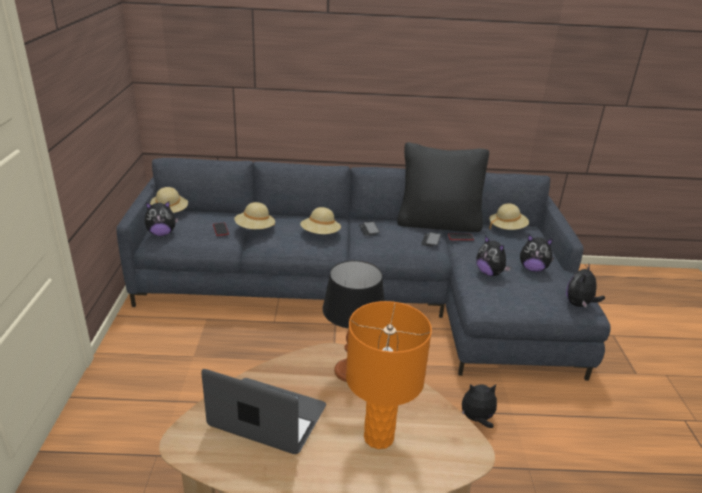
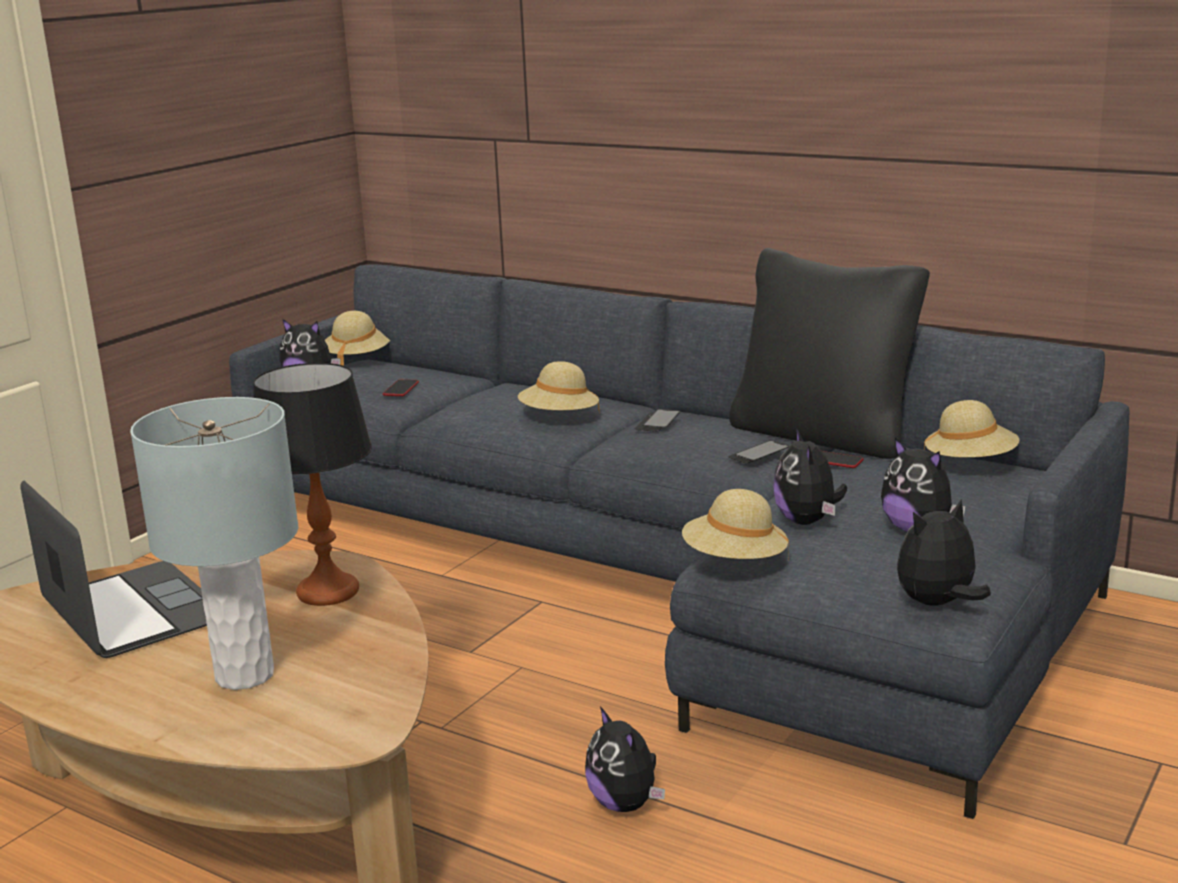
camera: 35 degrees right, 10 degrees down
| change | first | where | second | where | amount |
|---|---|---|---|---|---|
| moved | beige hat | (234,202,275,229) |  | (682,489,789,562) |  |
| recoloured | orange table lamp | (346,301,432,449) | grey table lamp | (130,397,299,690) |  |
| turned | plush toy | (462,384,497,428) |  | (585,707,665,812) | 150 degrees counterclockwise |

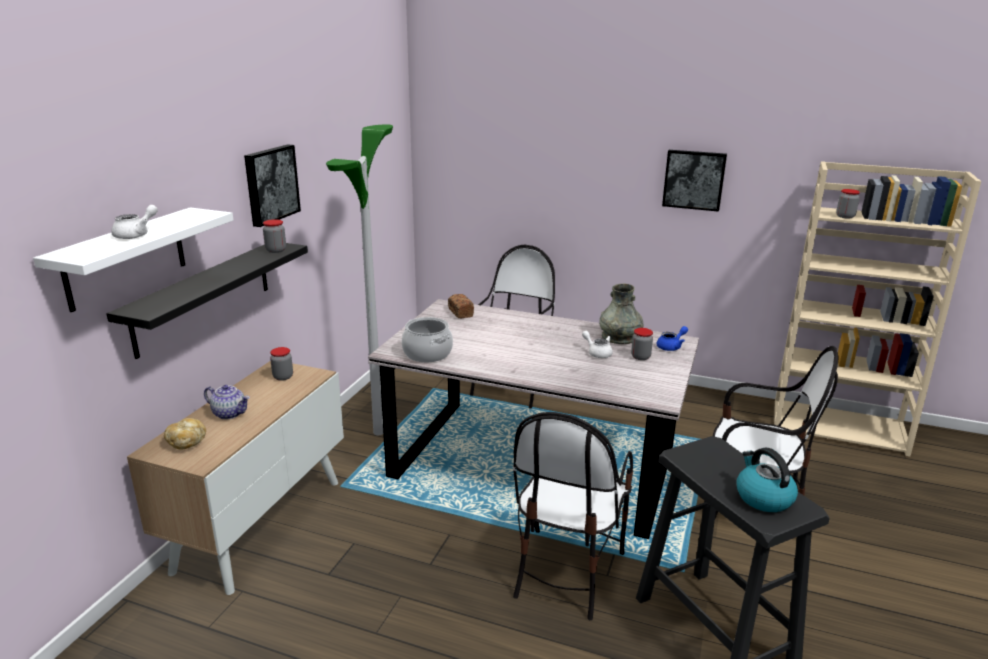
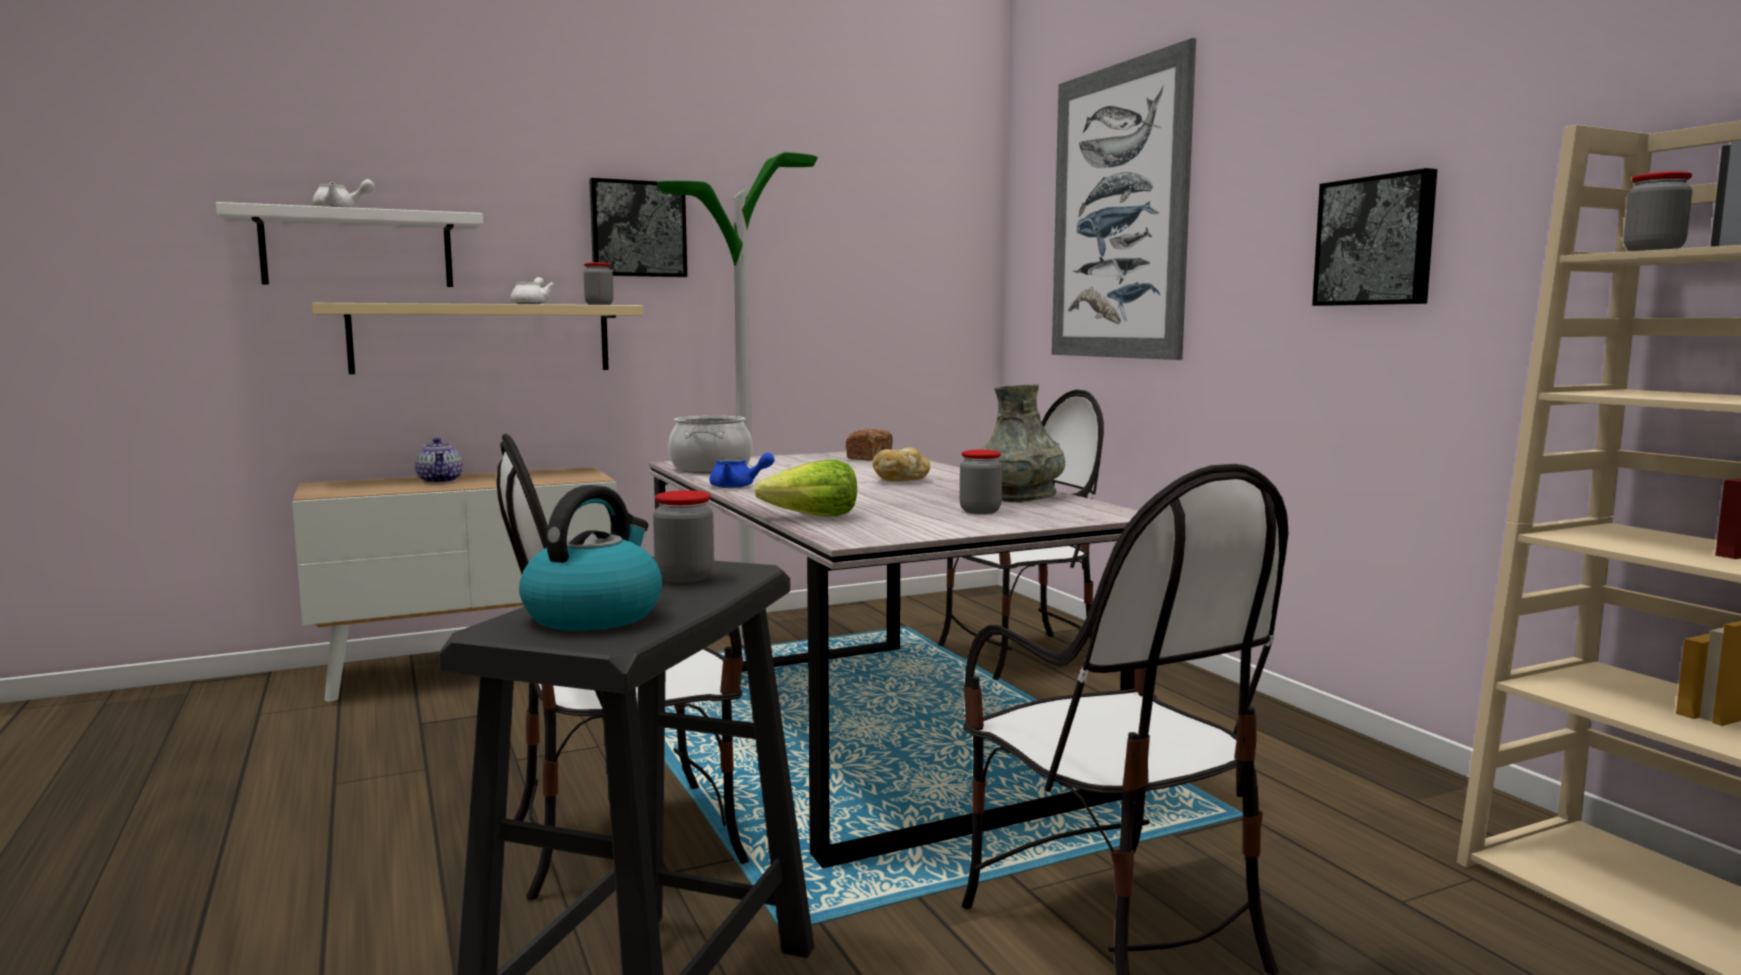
camera: 45 degrees right, 15 degrees down
| change | first | where | second | where | amount |
|---|---|---|---|---|---|
| added |  |  | lettuce | (754,460,857,517) |  |
| added |  |  | picture | (1052,38,1196,360) |  |
| moved | bread | (164,418,206,450) |  | (873,447,930,482) |  |
| moved | jar | (270,347,293,381) |  | (653,490,714,583) |  |
| moved | white teapot | (582,331,613,358) |  | (510,277,555,304) |  |
| moved | blue teapot | (657,326,688,351) |  | (710,453,775,488) |  |
| recoloured | black shelf | (106,243,308,359) | beige shelf | (312,303,643,374) |  |

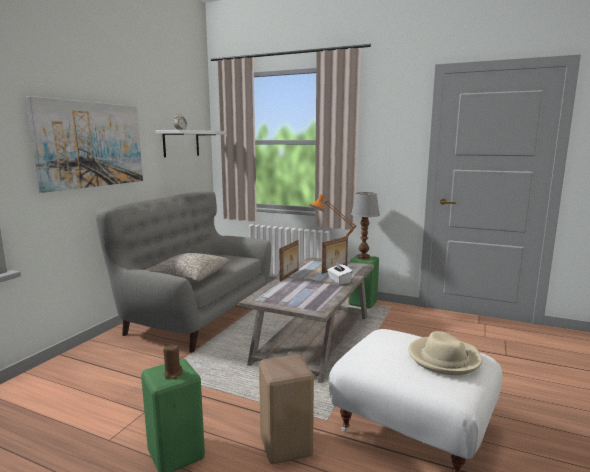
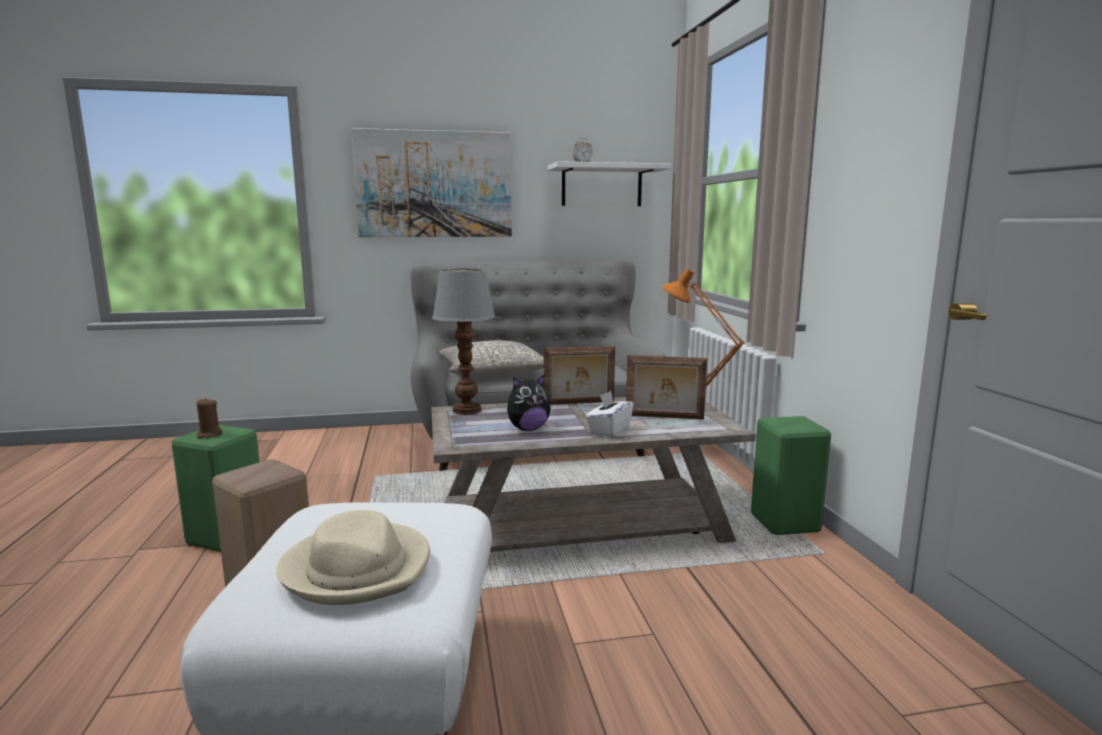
camera: 55 degrees right, 0 degrees up
| change | first | where | second | where | amount |
|---|---|---|---|---|---|
| added |  |  | plush toy | (507,374,551,431) |  |
| moved | table lamp | (351,192,380,260) |  | (432,268,496,415) |  |

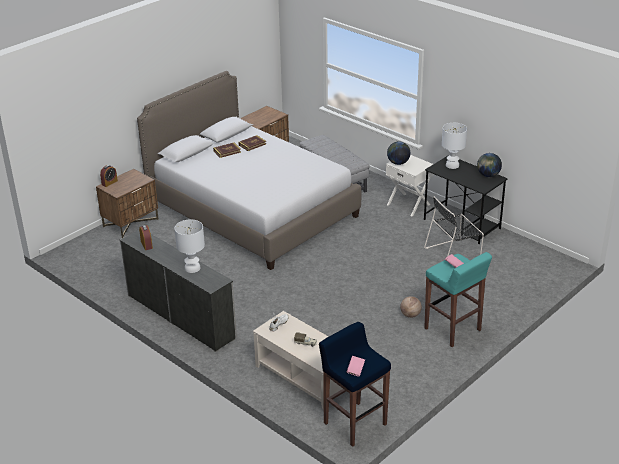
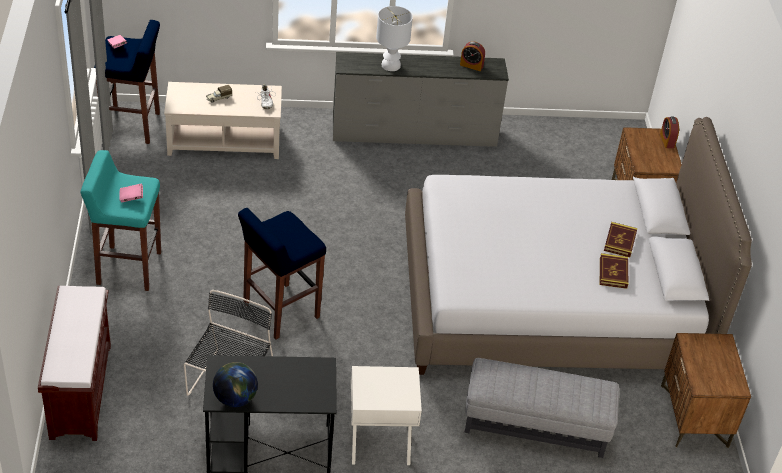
camera: 130 degrees right, 10 degrees up
| change | first | where | second | where | amount |
|---|---|---|---|---|---|
| removed | globe | (387,141,410,165) |  |  |  |
| removed | basketball | (400,296,422,318) |  |  |  |
| removed | white table lamp | (442,123,467,169) |  |  |  |
| added |  |  | brown bench | (38,286,111,441) |  |
| added |  |  | blue stool | (238,208,326,340) |  |

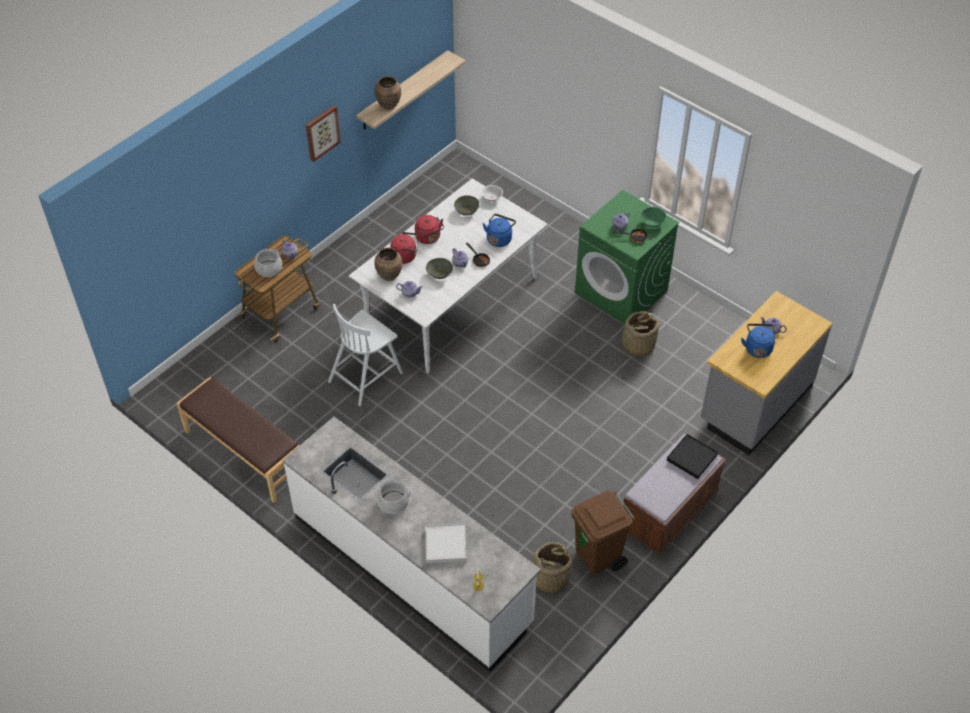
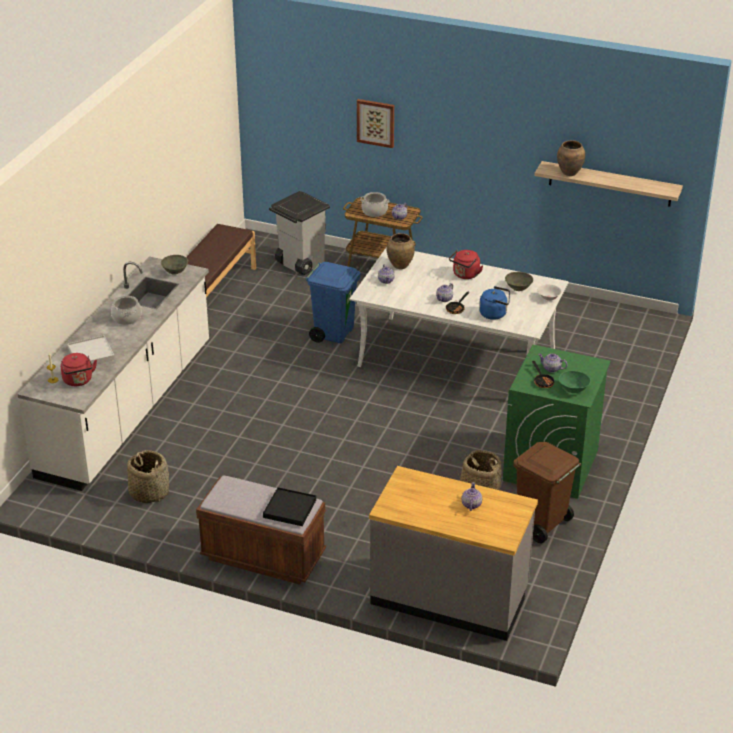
camera: 70 degrees right, 15 degrees down
| change | first | where | second | where | amount |
|---|---|---|---|---|---|
| removed | blue kettle | (741,324,775,358) |  |  |  |
| added |  |  | grey trash can | (269,191,330,275) |  |
| moved | picture | (306,105,341,162) |  | (357,99,394,148) |  |
| moved | red kettle | (390,232,418,264) |  | (61,353,97,386) |  |
| moved | grey bowl | (426,258,453,279) |  | (161,255,188,275) |  |
| moved | brown trash can | (571,491,635,575) |  | (514,442,581,543) |  |
| replaced | white chair | (328,304,403,406) | blue trash can | (305,262,361,343) |  |

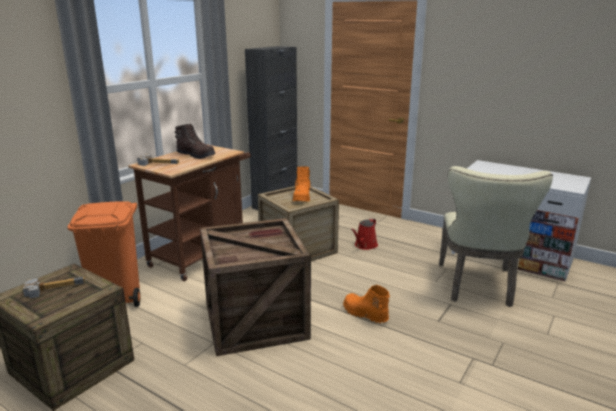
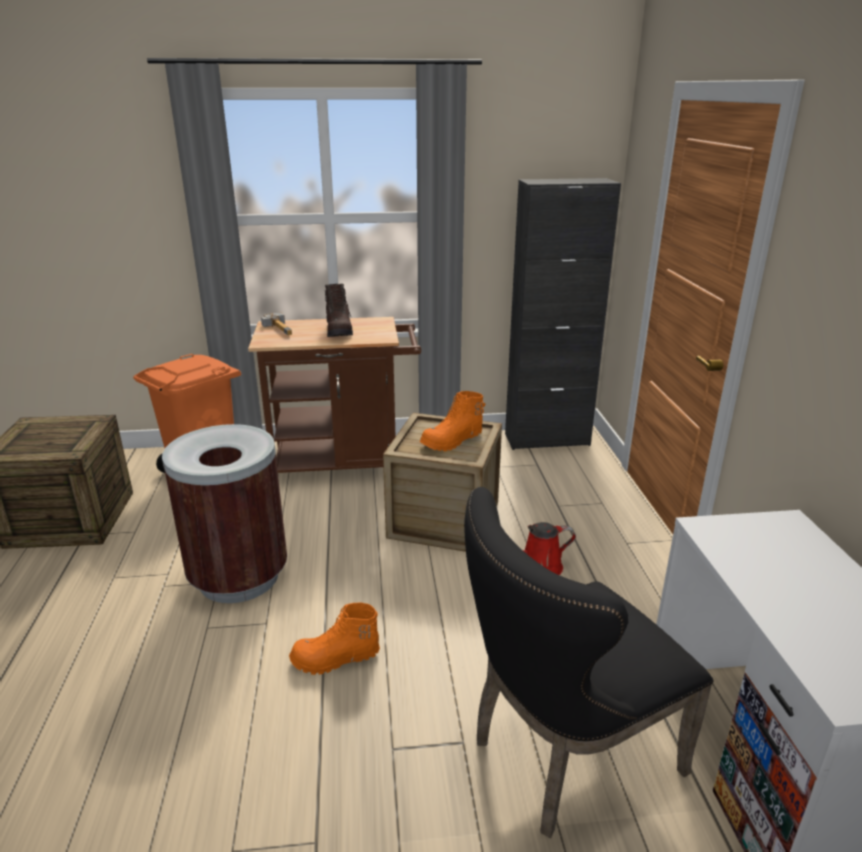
camera: 50 degrees right, 5 degrees up
| change | first | where | second | where | amount |
|---|---|---|---|---|---|
| removed | hammer | (23,277,85,298) |  |  |  |
| replaced | crate | (200,218,311,356) | brown trash can | (162,424,287,603) |  |
| recoloured | beige chair | (439,166,553,307) | black chair | (464,487,714,838) |  |
| turned | orange boot | (343,285,390,323) |  | (289,602,380,675) | 105 degrees counterclockwise |

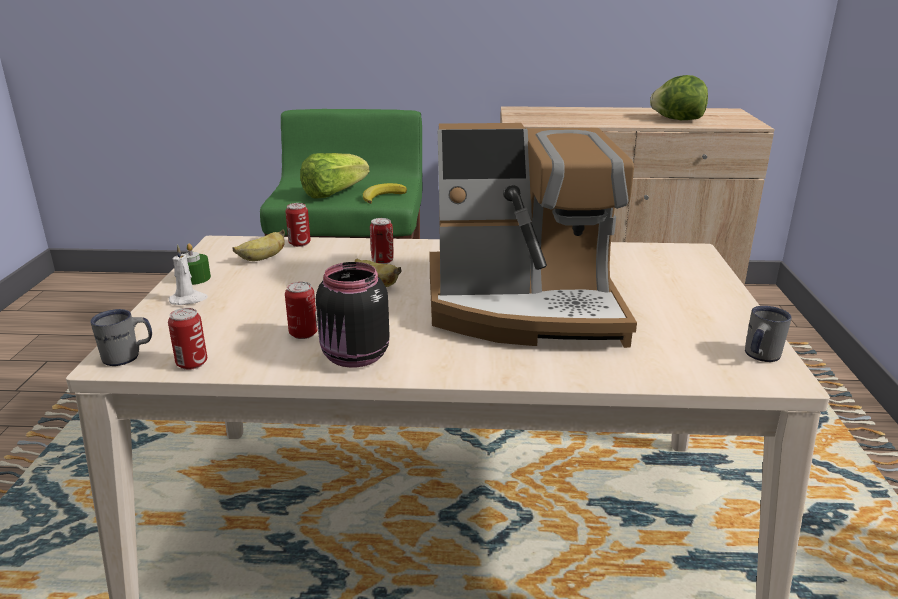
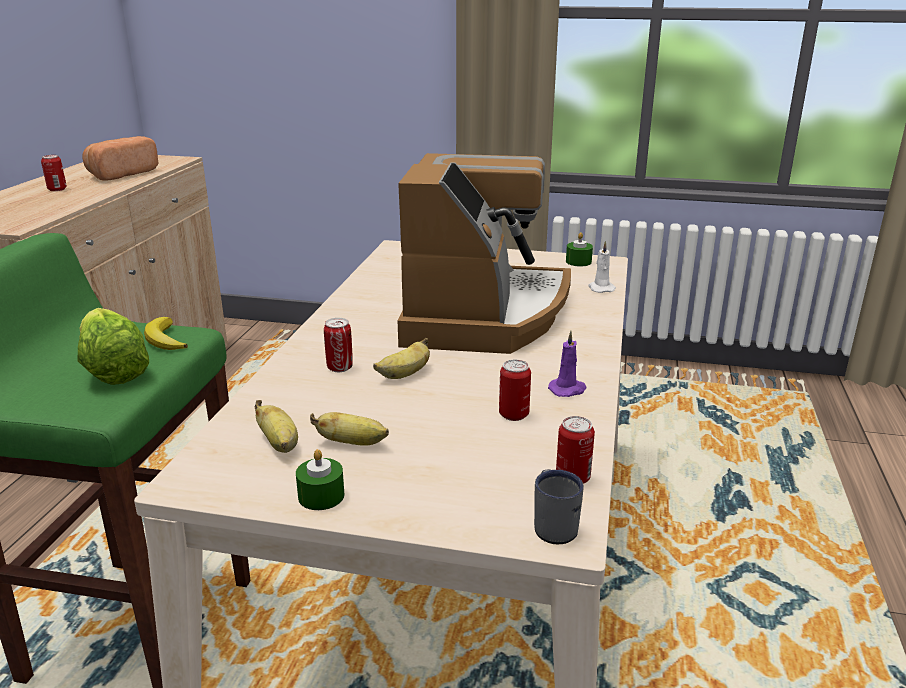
camera: 80 degrees left, 0 degrees up
| change | first | where | second | where | amount |
|---|---|---|---|---|---|
| added |  |  | banana | (310,412,389,446) |  |
| moved | white candle | (169,244,208,305) |  | (589,241,616,293) |  |
| moved | can | (285,203,311,247) |  | (41,155,67,191) |  |
| replaced | black jar | (316,262,389,368) | purple candle | (548,331,587,397) |  |
| replaced | lettuce | (650,75,708,120) | bread | (82,136,159,181) |  |
| replaced | grey mug | (745,306,792,362) | green candle | (566,232,593,266) |  |

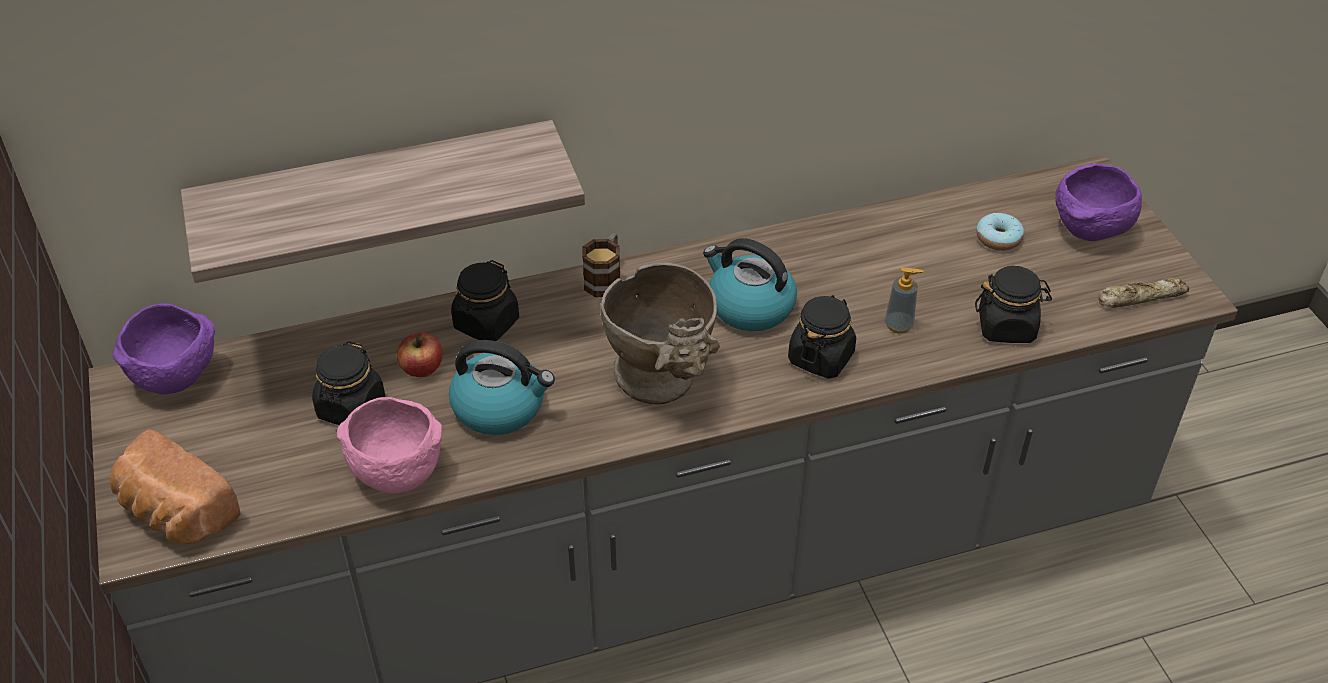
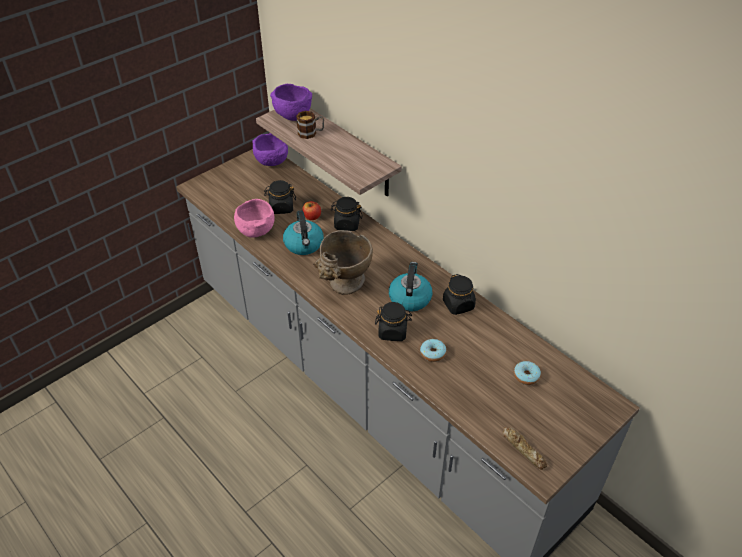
camera: 65 degrees right, 0 degrees up
| change | first | where | second | where | amount |
|---|---|---|---|---|---|
| removed | bread | (110,429,241,544) |  |  |  |
| moved | mug | (582,233,620,297) |  | (296,111,324,139) |  |
| moved | black jar | (975,266,1052,343) |  | (443,274,476,315) |  |
| moved | purple bowl | (1055,163,1142,241) |  | (270,84,312,121) |  |
| replaced | soap dispenser | (885,267,923,334) | donut | (420,339,446,362) |  |

